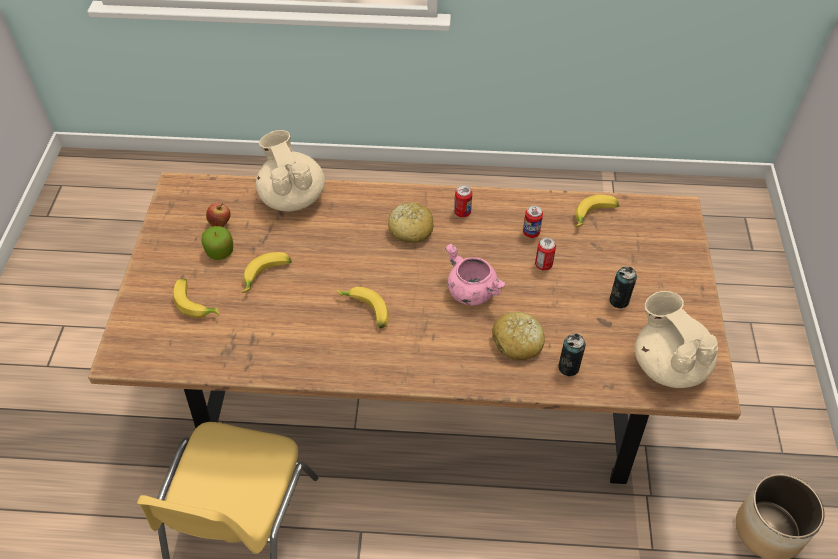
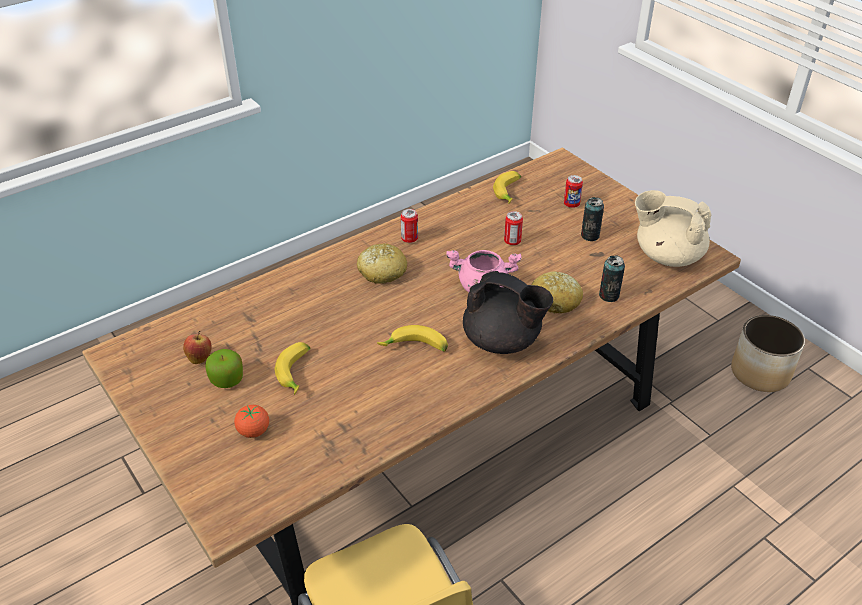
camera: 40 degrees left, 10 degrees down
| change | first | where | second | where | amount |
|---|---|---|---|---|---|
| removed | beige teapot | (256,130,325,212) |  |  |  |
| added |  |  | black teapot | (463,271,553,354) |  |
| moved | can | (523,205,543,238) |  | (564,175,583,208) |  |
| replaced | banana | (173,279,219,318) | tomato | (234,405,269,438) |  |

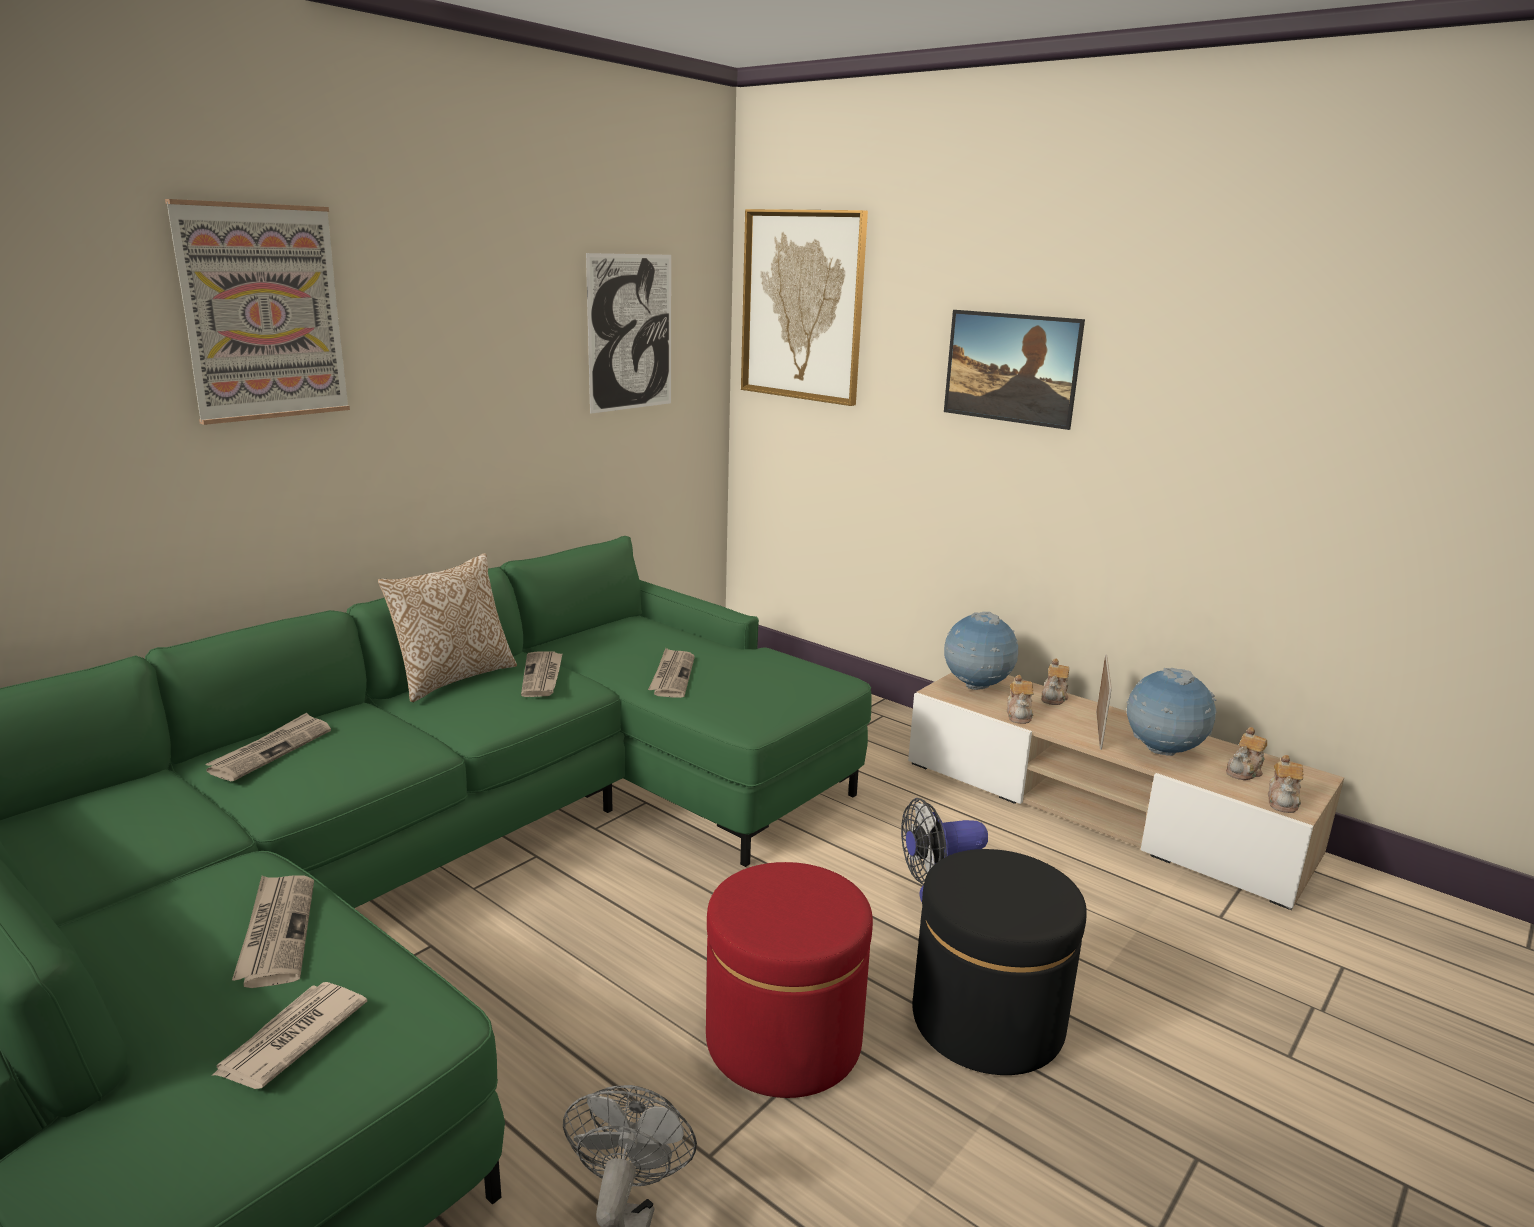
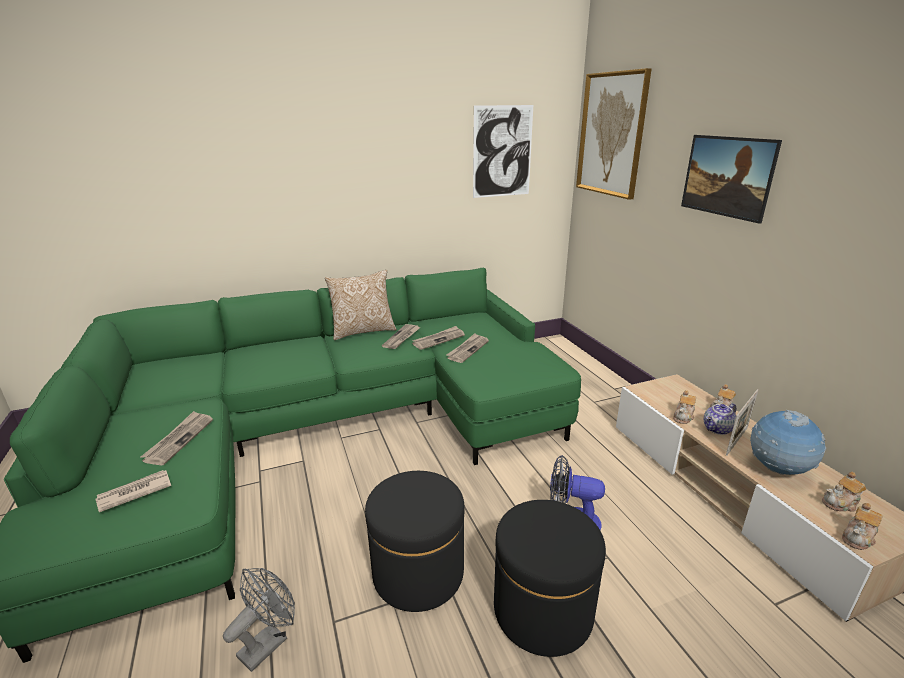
camera: 30 degrees right, 5 degrees up
| change | first | where | second | where | amount |
|---|---|---|---|---|---|
| removed | picture | (165,199,350,425) |  |  |  |
| removed | globe | (944,612,1018,690) |  |  |  |
| added |  |  | teapot | (704,403,736,435) |  |
| moved | newspaper | (205,713,331,781) |  | (412,326,465,350) |  |
| recoloured | red ottoman | (706,862,873,1098) | black ottoman | (365,471,465,612) |  |

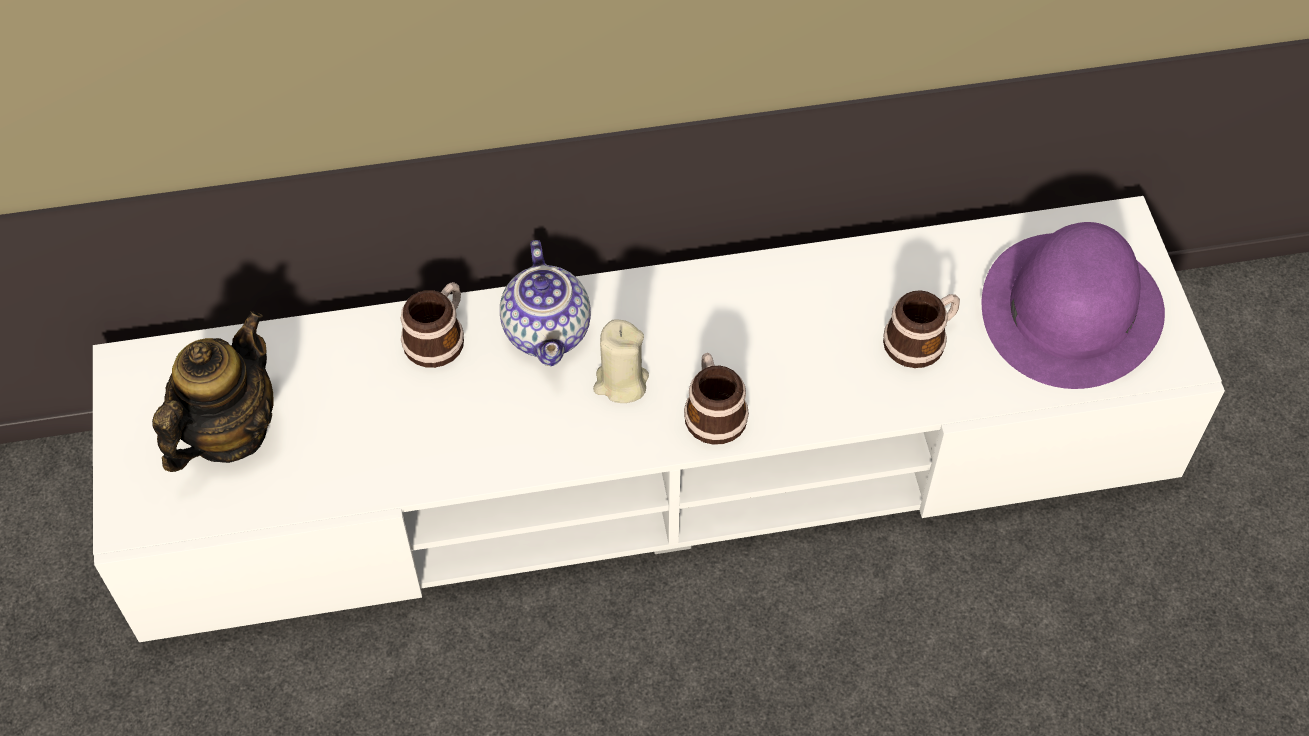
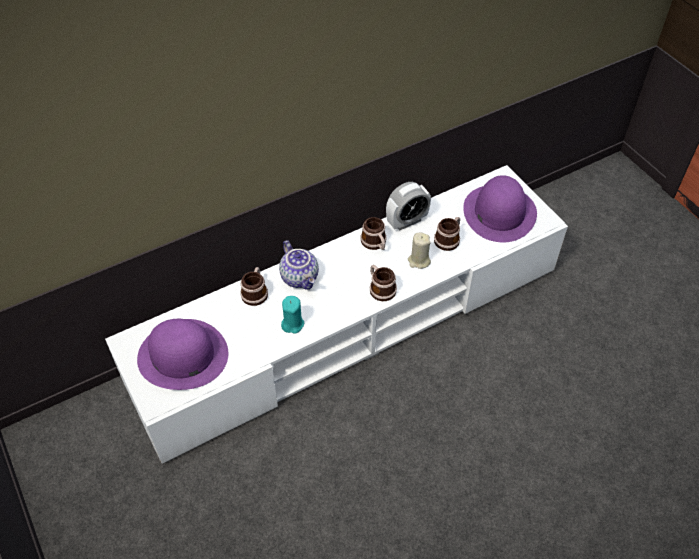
camera: 20 degrees left, 5 degrees down
| change | first | where | second | where | amount |
|---|---|---|---|---|---|
| added |  |  | turquoise candle | (281,296,304,334) |  |
| added |  |  | mug | (361,217,386,250) |  |
| added |  |  | alarm clock | (386,182,431,230) |  |
| moved | beige candle | (593,319,649,403) |  | (408,232,431,269) |  |
| replaced | teapot | (152,311,274,472) | purple hat | (137,319,228,390) |  |

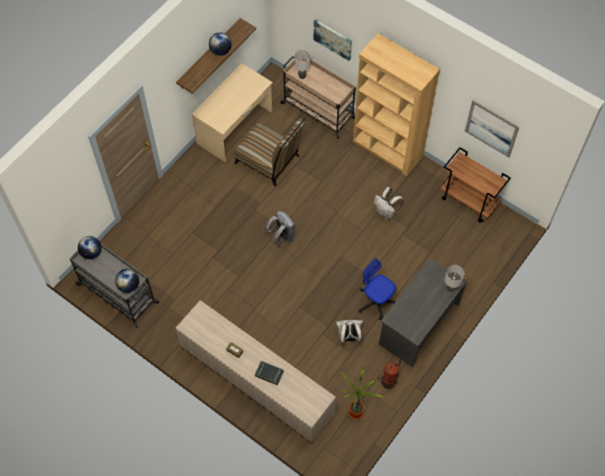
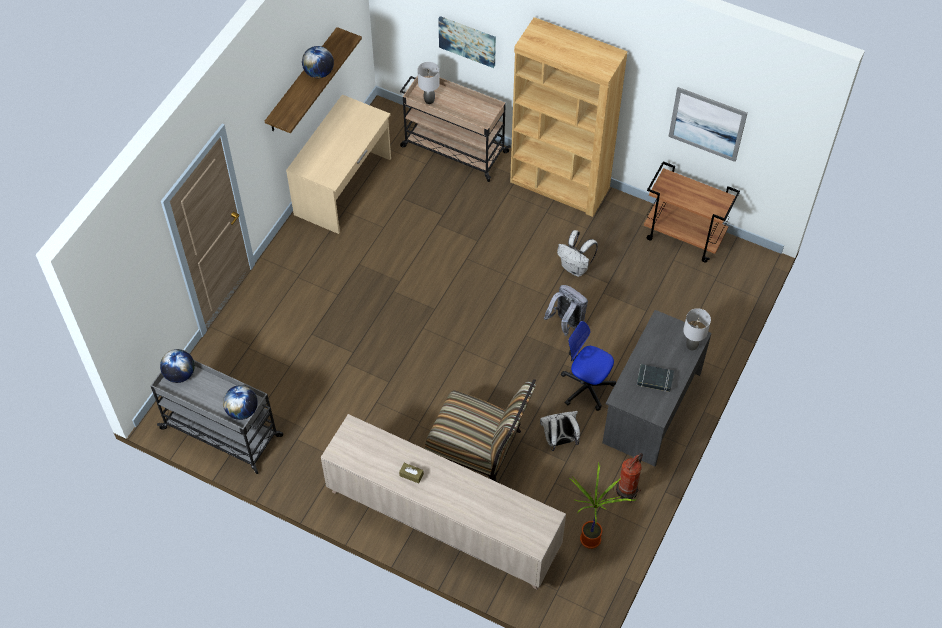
camera: 10 degrees left, 5 degrees down
| change | first | where | second | where | amount |
|---|---|---|---|---|---|
| moved | chair | (234,118,306,187) |  | (425,379,536,482) |  |
| moved | black book | (255,361,284,385) |  | (637,364,674,392) |  |
| moved | grey backpack | (265,211,295,247) |  | (544,285,588,336) |  |

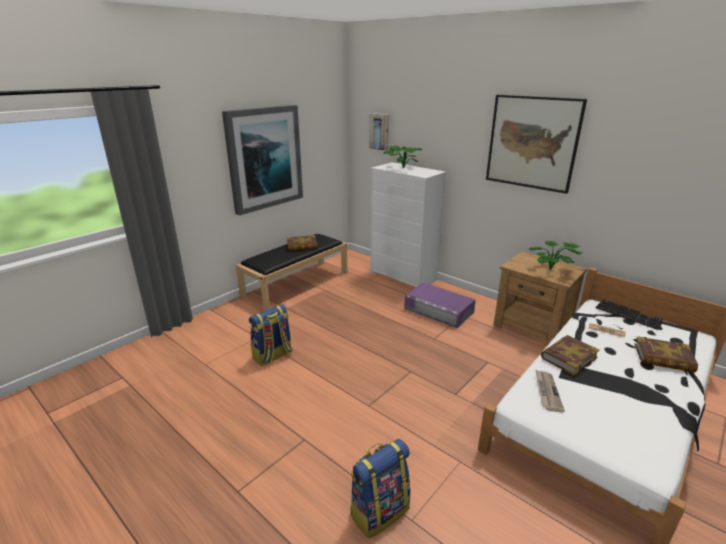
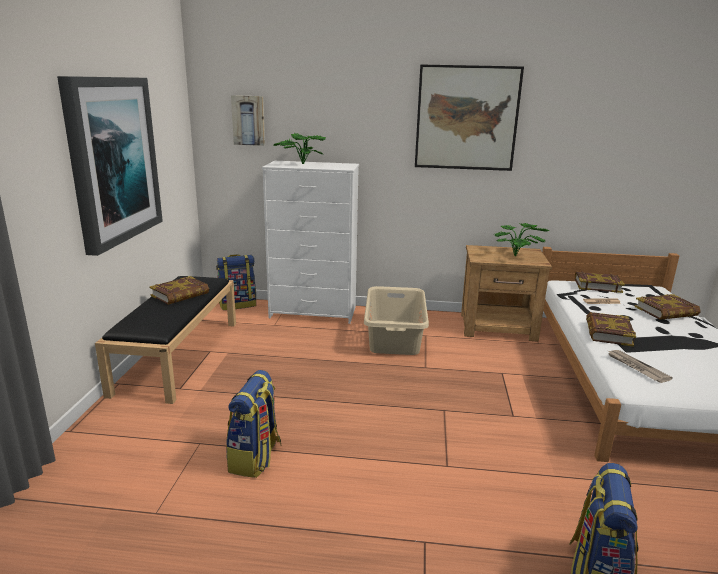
camera: 35 degrees left, 5 degrees down
| change | first | where | second | where | amount |
|---|---|---|---|---|---|
| added |  |  | backpack | (216,254,256,310) |  |
| replaced | purple storage box | (404,283,475,328) | beige laundry basket | (364,286,429,355) |  |
| replaced | keyboard | (596,299,663,330) | book | (575,271,625,293) |  |

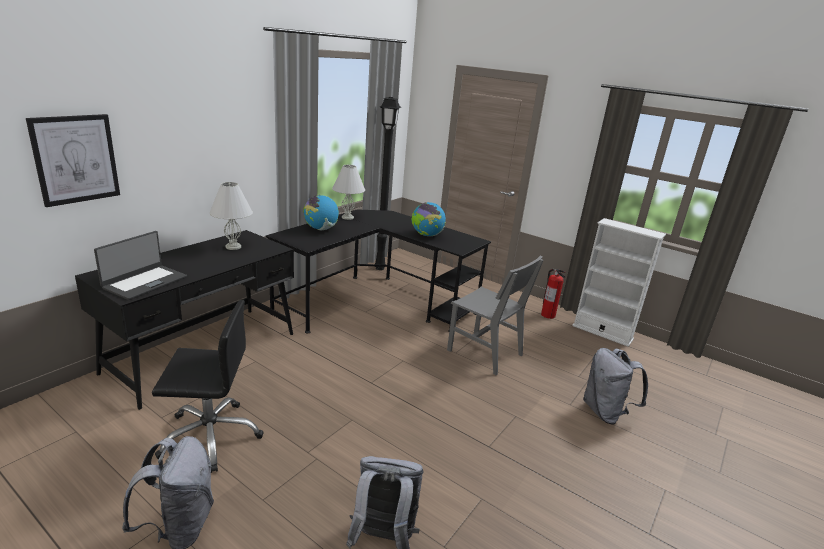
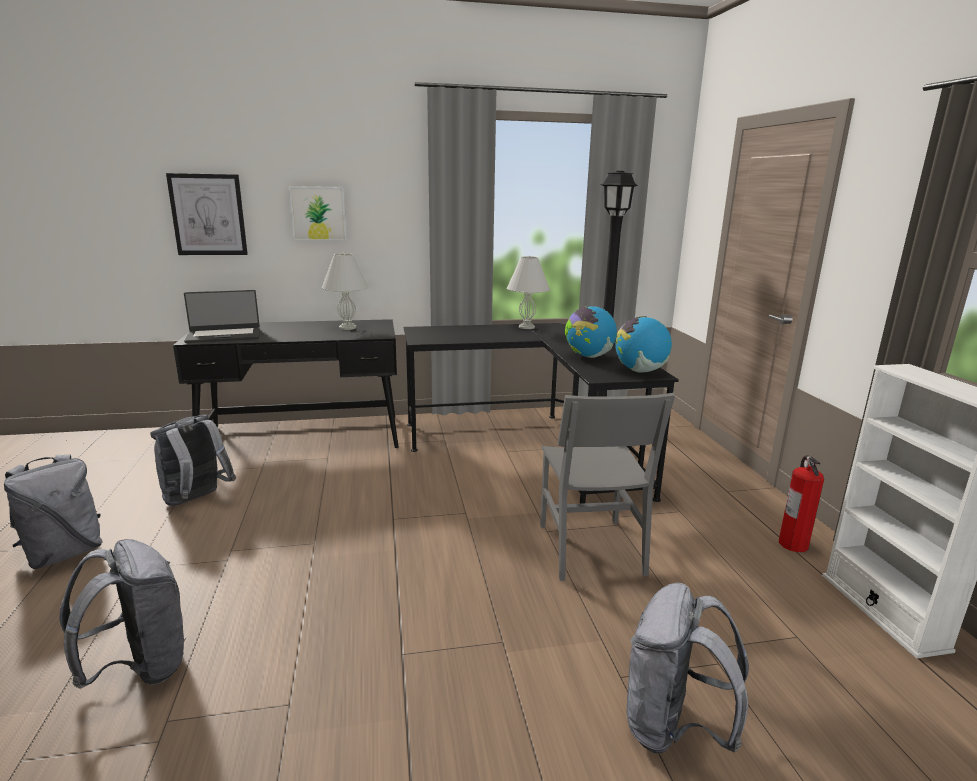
camera: 45 degrees right, 5 degrees down
| change | first | where | second | where | amount |
|---|---|---|---|---|---|
| added |  |  | picture | (289,186,347,241) |  |
| moved | globe | (303,195,339,230) |  | (615,316,672,373) |  |
| replaced | black office chair | (152,300,264,473) | grey backpack | (150,415,236,506) |  |

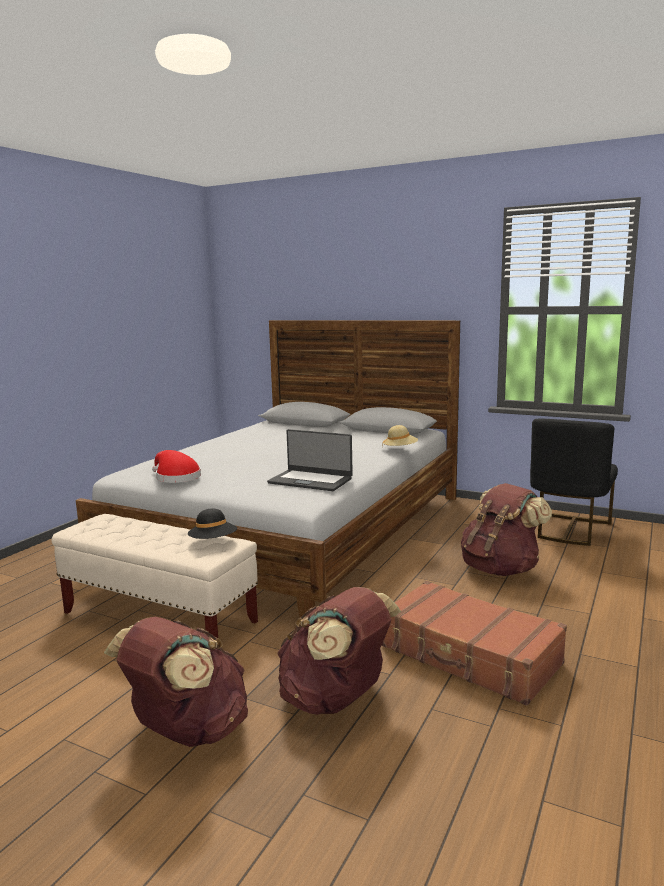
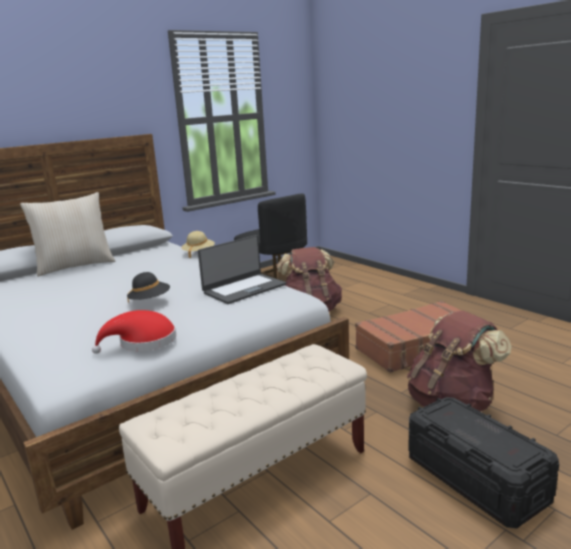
camera: 65 degrees left, 5 degrees up
| change | first | where | second | where | amount |
|---|---|---|---|---|---|
| added |  |  | beige pillow | (20,192,115,277) |  |
| moved | black hat | (188,508,237,539) |  | (127,272,170,303) |  |
| replaced | brown backpack | (104,617,248,747) | black storage box | (408,397,559,528) |  |

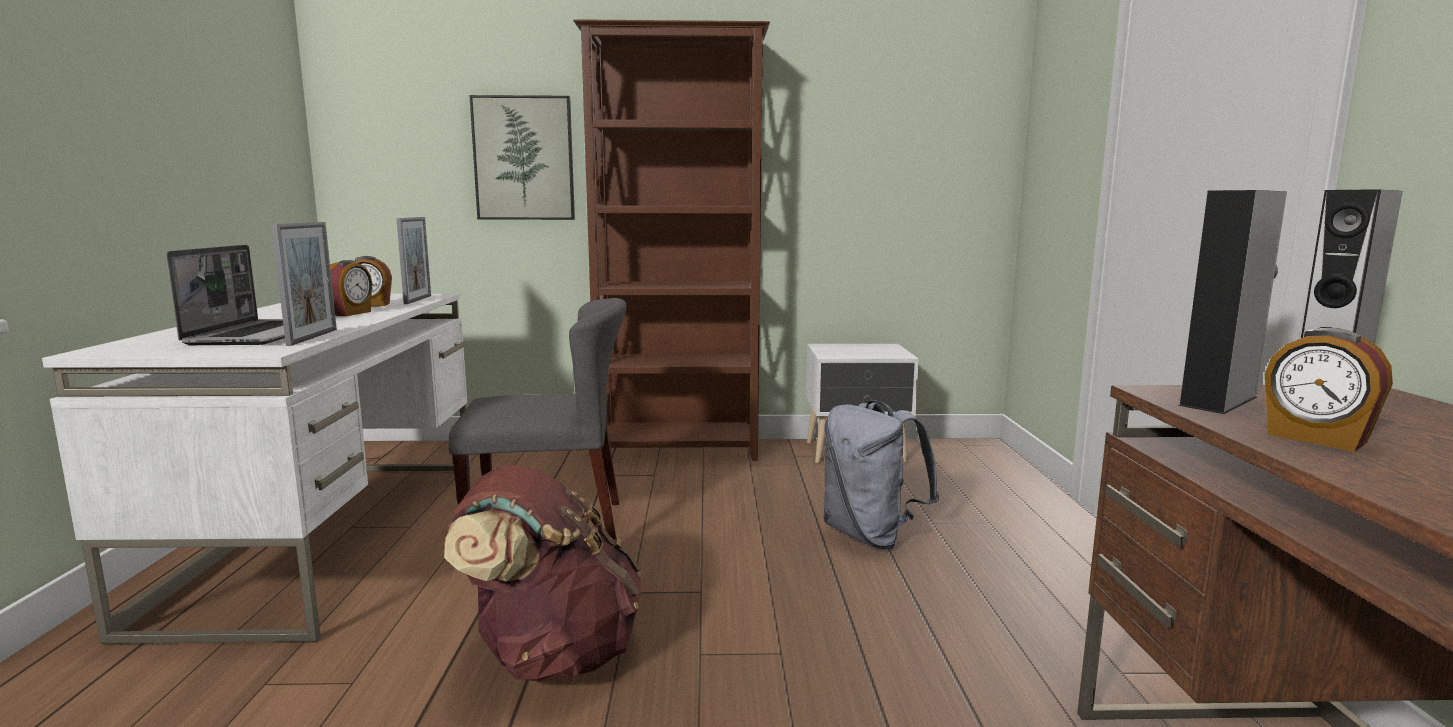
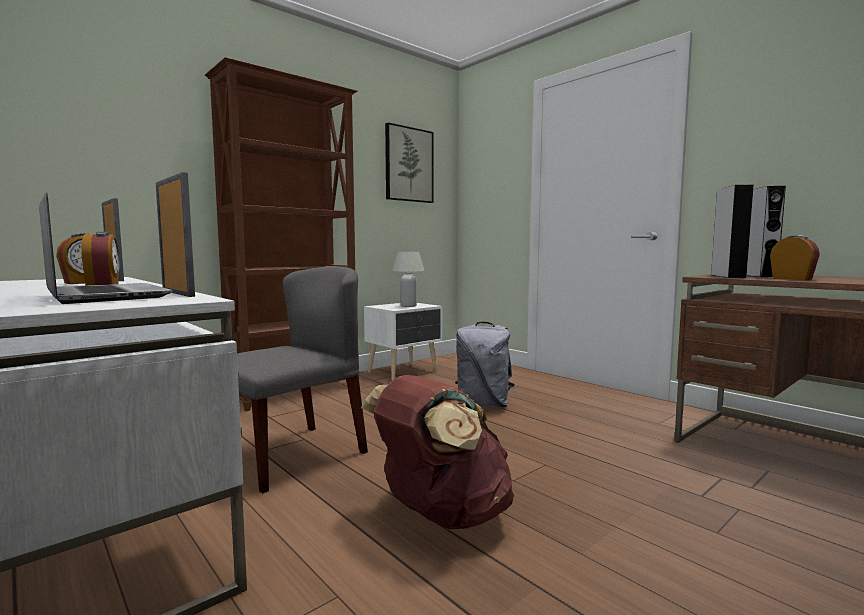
camera: 40 degrees left, 5 degrees down
| change | first | where | second | where | amount |
|---|---|---|---|---|---|
| added |  |  | white table lamp | (392,252,425,307) |  |
| moved | picture | (469,95,575,220) |  | (385,122,434,203) |  |
| turned | alarm clock | (1265,328,1393,452) |  | (770,235,820,280) | 135 degrees counterclockwise |

